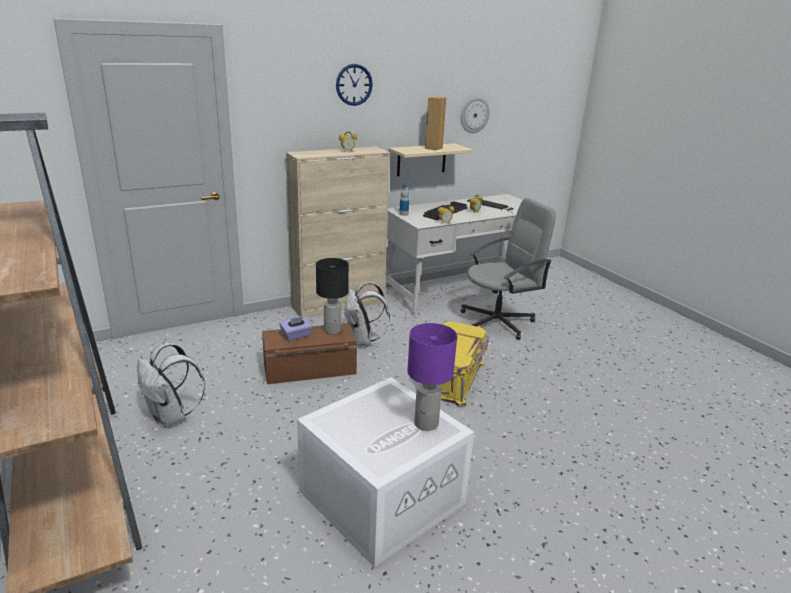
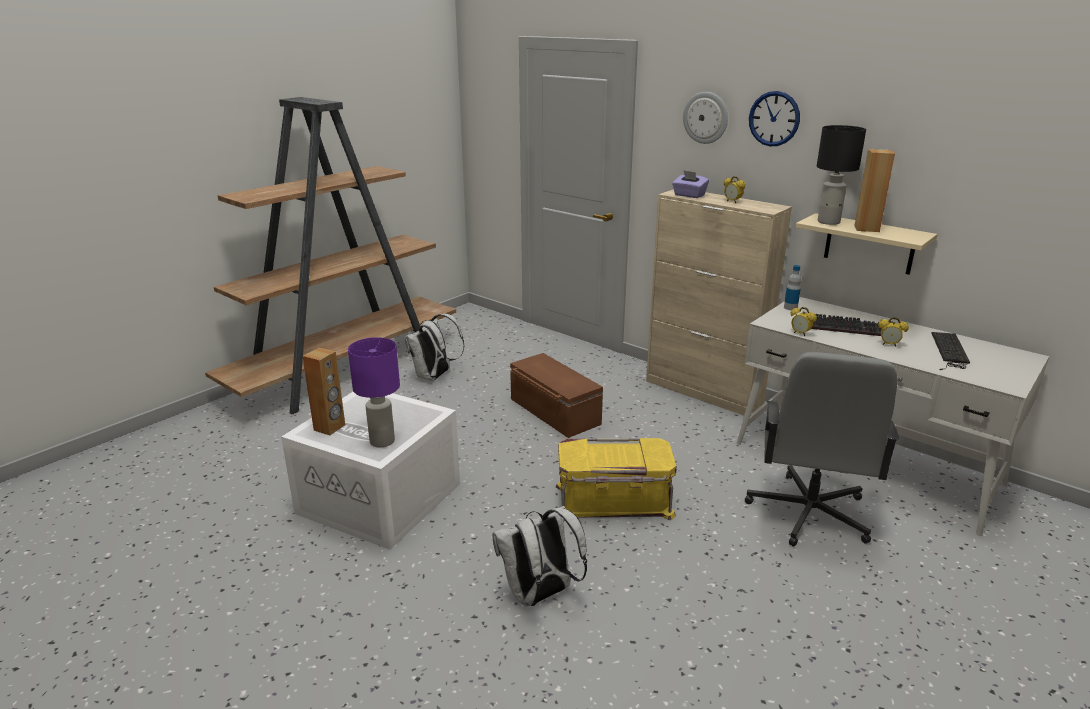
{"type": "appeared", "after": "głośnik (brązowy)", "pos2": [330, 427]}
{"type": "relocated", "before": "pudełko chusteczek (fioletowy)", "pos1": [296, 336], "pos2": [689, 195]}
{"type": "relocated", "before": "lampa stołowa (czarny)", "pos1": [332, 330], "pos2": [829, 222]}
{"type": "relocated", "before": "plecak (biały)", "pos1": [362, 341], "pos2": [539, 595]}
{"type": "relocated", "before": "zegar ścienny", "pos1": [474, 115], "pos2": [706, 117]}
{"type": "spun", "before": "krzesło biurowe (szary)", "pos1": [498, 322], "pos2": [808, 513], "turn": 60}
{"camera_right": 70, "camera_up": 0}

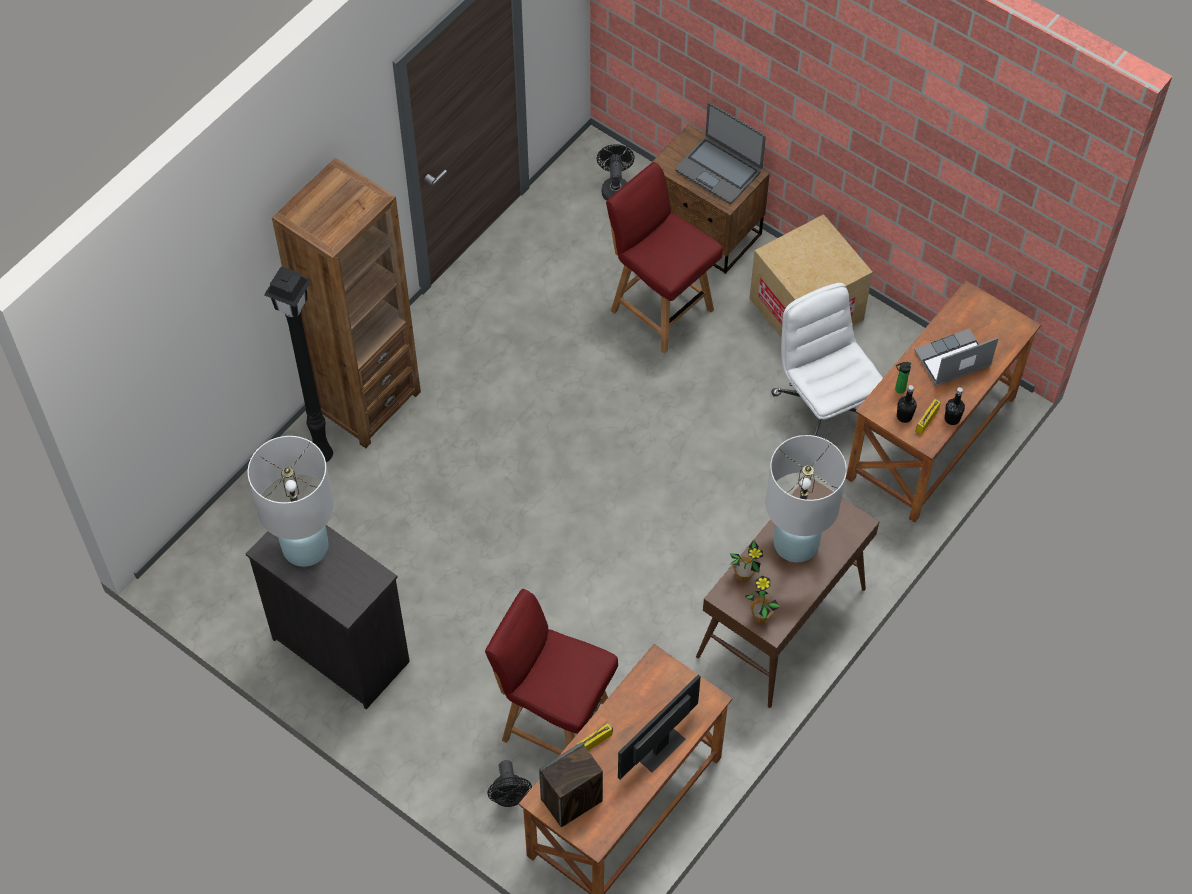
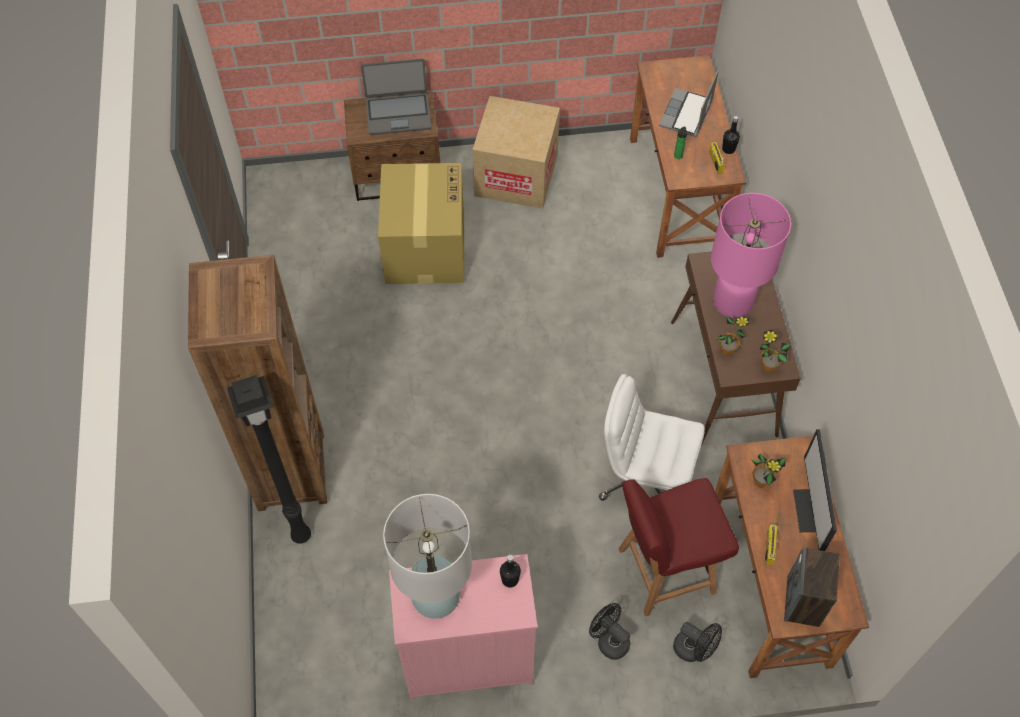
{"type": "appeared", "after": "roślina doniczkowa", "pos2": [760, 481]}
{"type": "relocated", "before": "wentylator (czarny)", "pos1": [615, 188], "pos2": [609, 640]}
{"type": "relocated", "before": "krzesło biurowe (biały)", "pos1": [823, 407], "pos2": [644, 477]}
{"type": "relocated", "before": "butelka (czarny)", "pos1": [904, 416], "pos2": [510, 579]}
{"type": "exchanged", "before": "krzesło (czerwony)", "after": "karton", "pos1": [660, 308], "pos2": [425, 246]}
{"type": "colour", "before": "komoda (czarny)", "after": "komoda (różowy)", "pos1": [340, 649], "pos2": [466, 659]}
{"type": "colour", "before": "lampa stołowa (biały)", "after": "lampa stołowa (różowy)", "pos1": [795, 544], "pos2": [732, 302]}
{"camera_right": -45, "camera_up": 0}

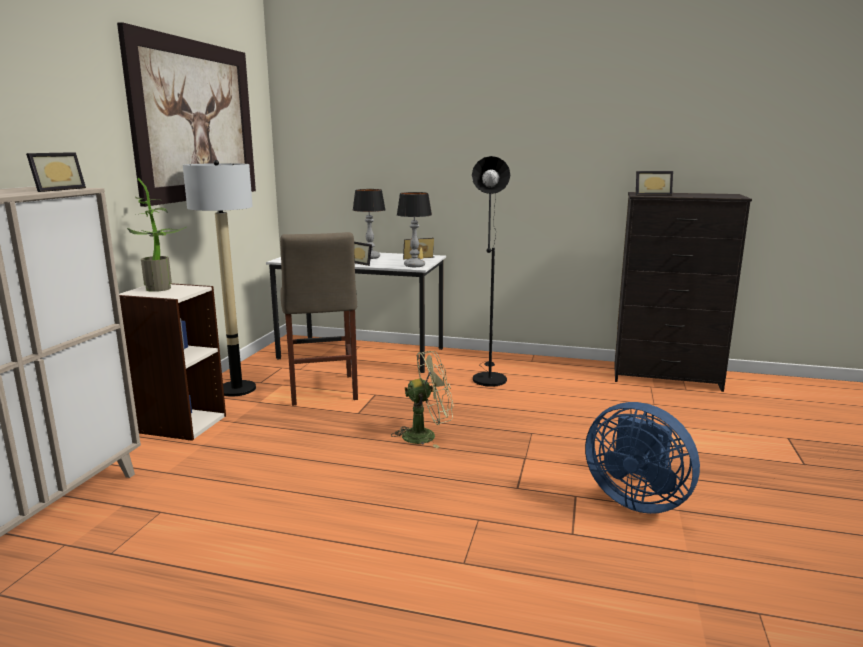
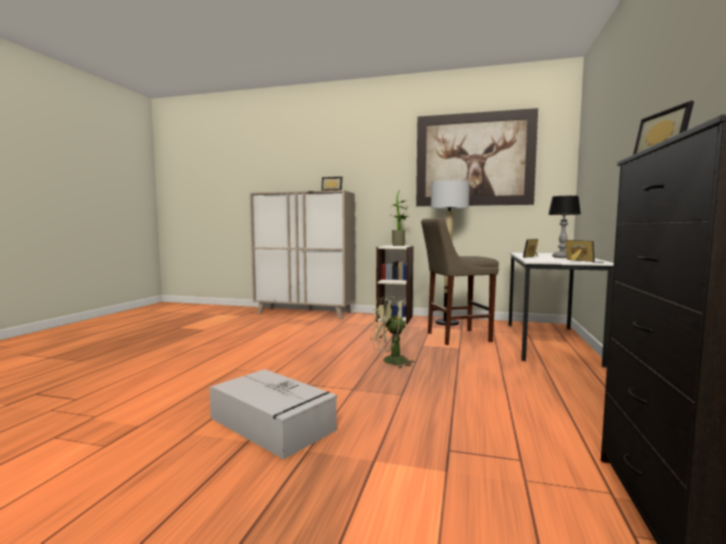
{"type": "missing", "before": "lampa stołowa", "pos1": [415, 265]}
{"type": "missing", "before": "lampa stojąca (czarny)", "pos1": [488, 377]}
{"type": "exchanged", "before": "wentylator (niebieski)", "after": "pojemnik do przechowywania (szary)", "pos1": [636, 499], "pos2": [273, 424]}
{"type": "spun", "before": "wentylator (zielony)", "pos1": [426, 435], "pos2": [390, 362], "turn": 90}
{"camera_right": 90, "camera_up": -10}

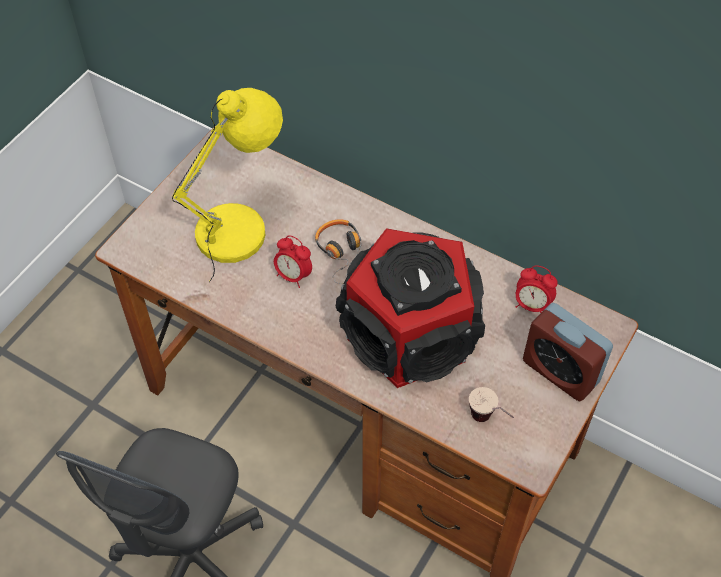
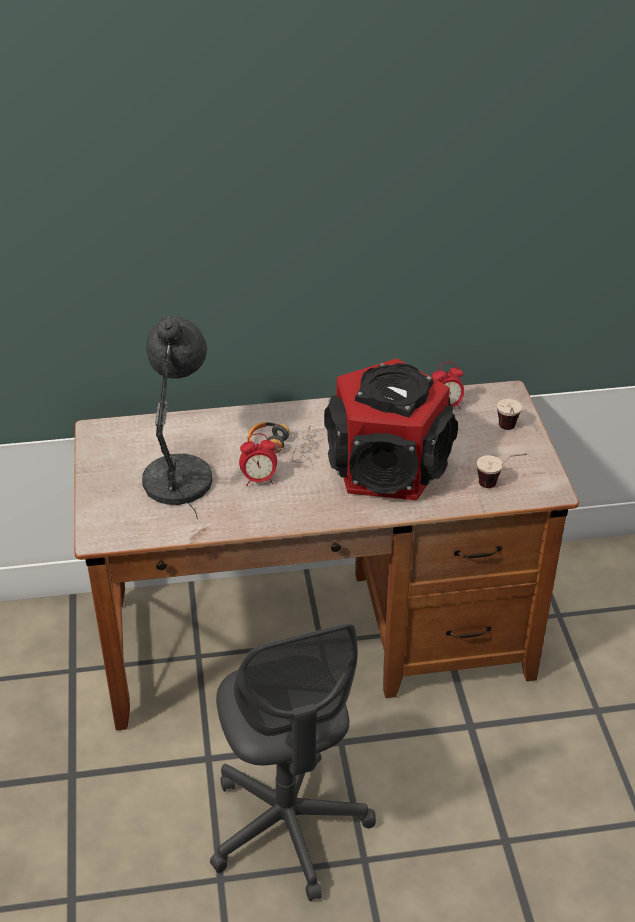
{"type": "exchanged", "before": "budzik", "after": "filiżanka", "pos1": [560, 371], "pos2": [507, 431]}
{"type": "colour", "before": "lampa stołowa (żółty)", "after": "lampa stołowa (szary)", "pos1": [239, 230], "pos2": [180, 475]}
{"camera_right": -40, "camera_up": -15}

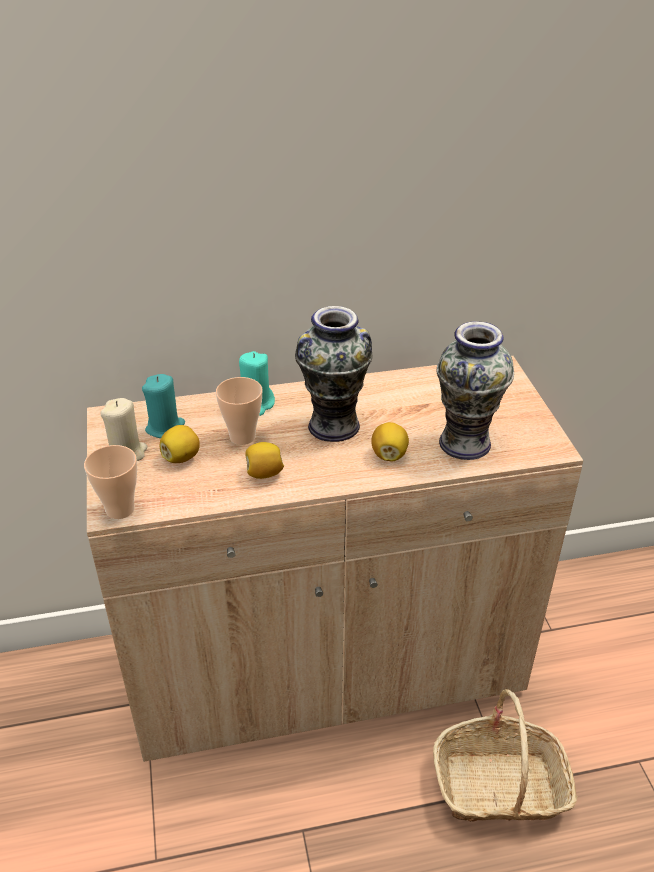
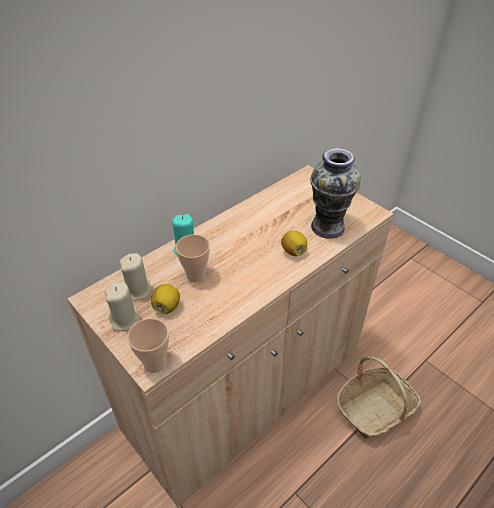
{"type": "missing", "before": "cytryna", "pos1": [264, 473]}
{"type": "missing", "before": "wazon", "pos1": [334, 426]}
{"type": "colour", "before": "świeca (turkusowy)", "after": "świeca (beżowy)", "pos1": [165, 428], "pos2": [138, 290]}
{"camera_right": -30, "camera_up": 5}

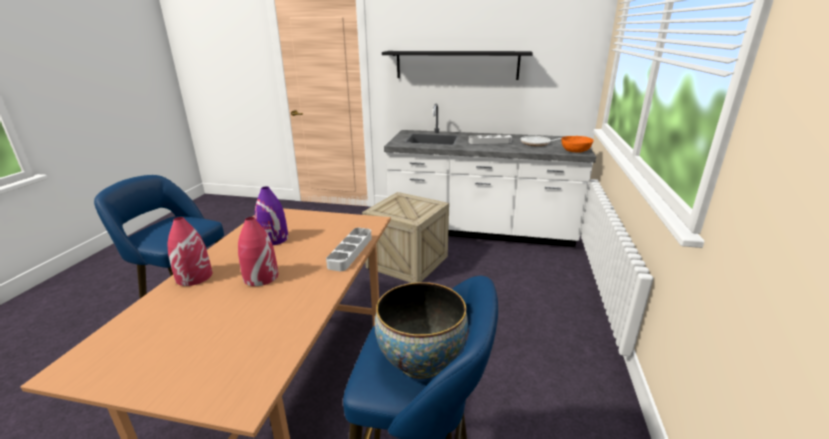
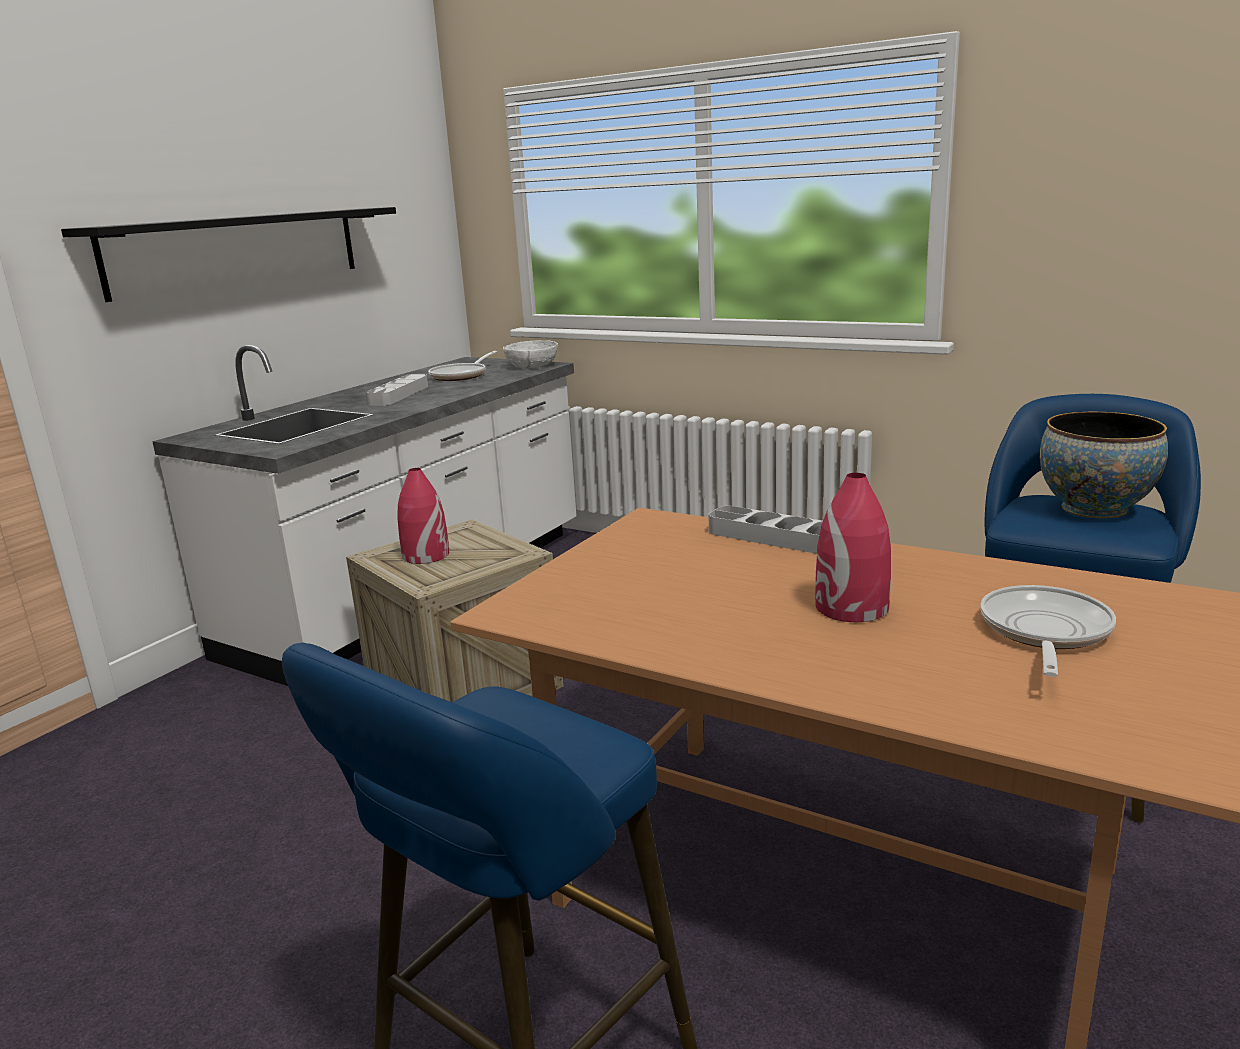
{"type": "missing", "before": "wazon (fioletowy)", "pos1": [274, 239]}
{"type": "appeared", "after": "patelnia", "pos2": [1044, 633]}
{"type": "relocated", "before": "wazon (czerwony)", "pos1": [194, 276], "pos2": [425, 555]}
{"type": "colour", "before": "miska (pomarańczowy)", "after": "miska (biały)", "pos1": [575, 150], "pos2": [531, 366]}
{"camera_right": -70, "camera_up": -5}

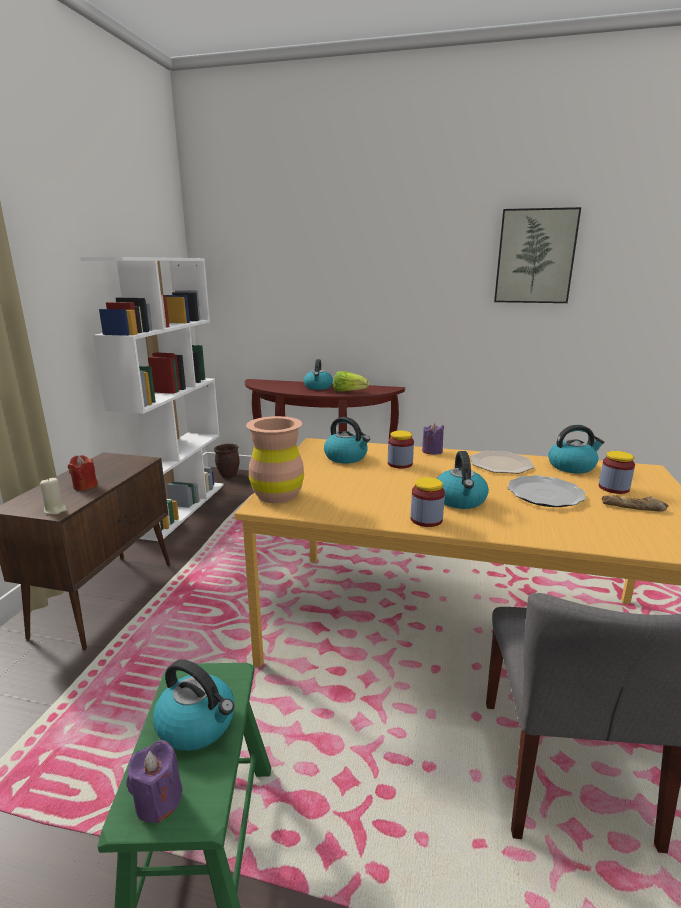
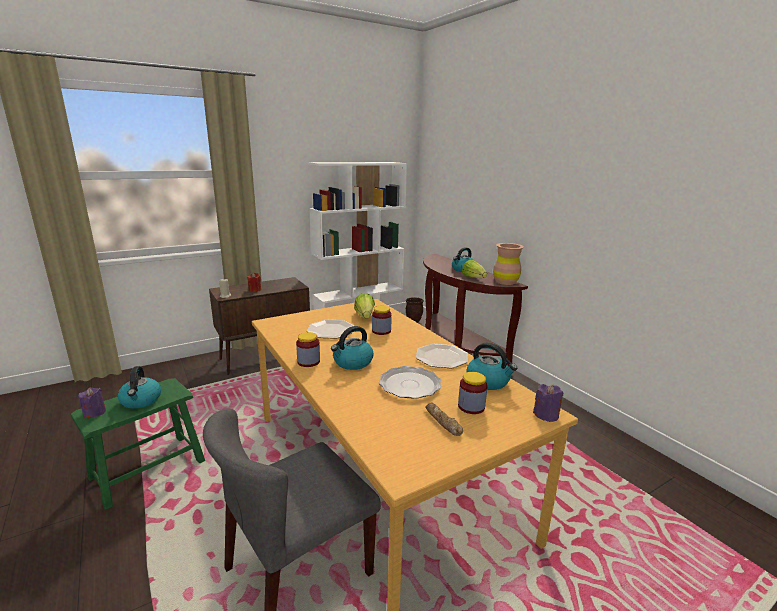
{"type": "missing", "before": "obraz", "pos1": [535, 256]}
{"type": "appeared", "after": "talerz", "pos2": [330, 330]}
{"type": "relocated", "before": "wazon (brązowy)", "pos1": [277, 495], "pos2": [505, 282]}
{"type": "relocated", "before": "świeca (fioletowy)", "pos1": [432, 451], "pos2": [546, 415]}
{"type": "exchanged", "before": "czajnik", "after": "sałata", "pos1": [346, 457], "pos2": [365, 316]}
{"camera_right": 45, "camera_up": 0}

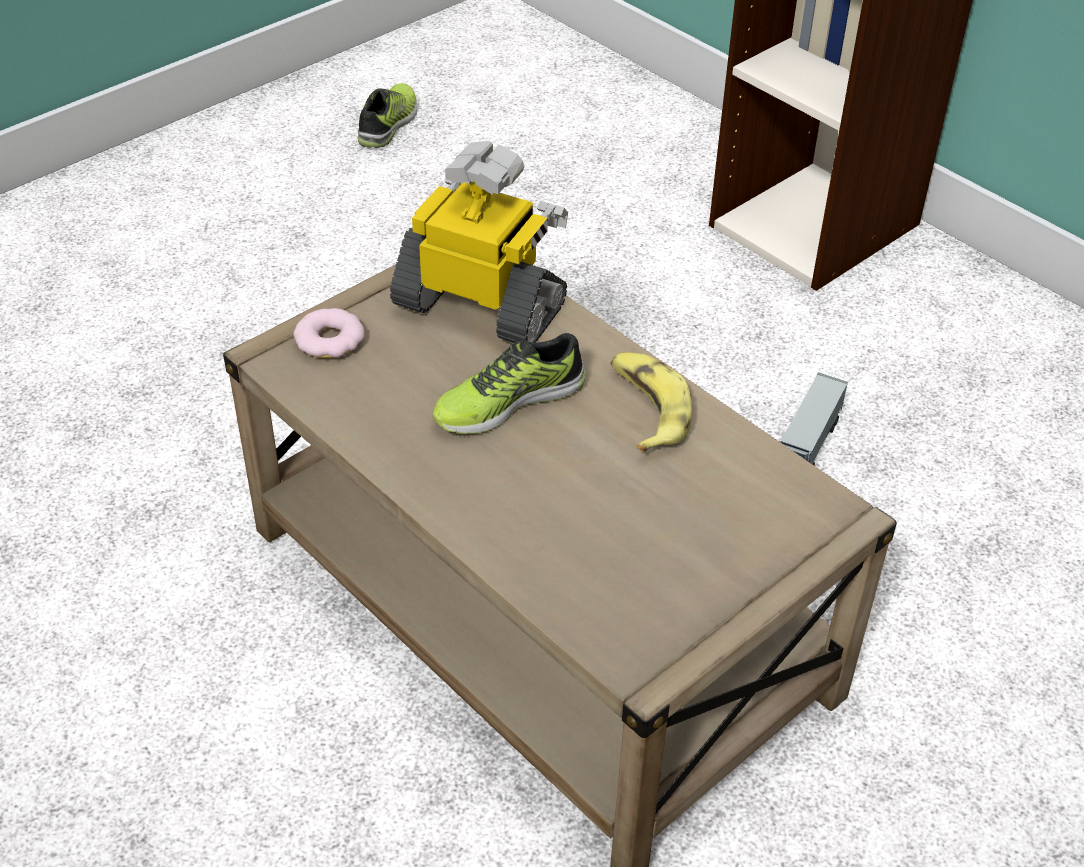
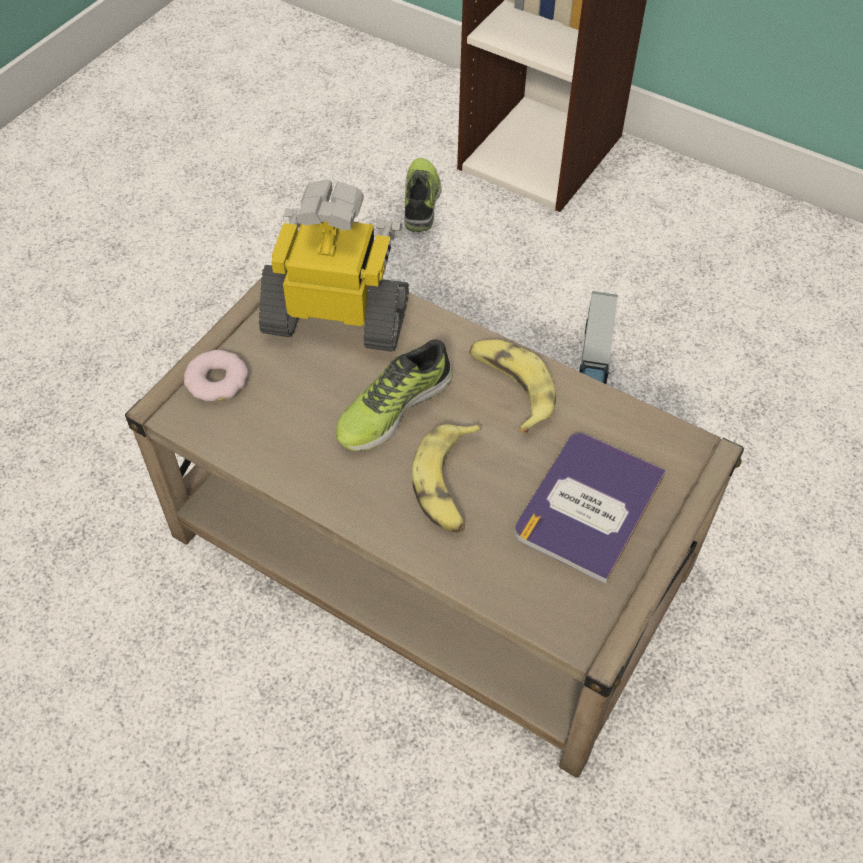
{"type": "appeared", "after": "banan", "pos2": [448, 485]}
{"type": "appeared", "after": "książka", "pos2": [589, 505]}
{"type": "relocated", "before": "but", "pos1": [389, 124], "pos2": [421, 201]}
{"camera_right": -15, "camera_up": 10}

